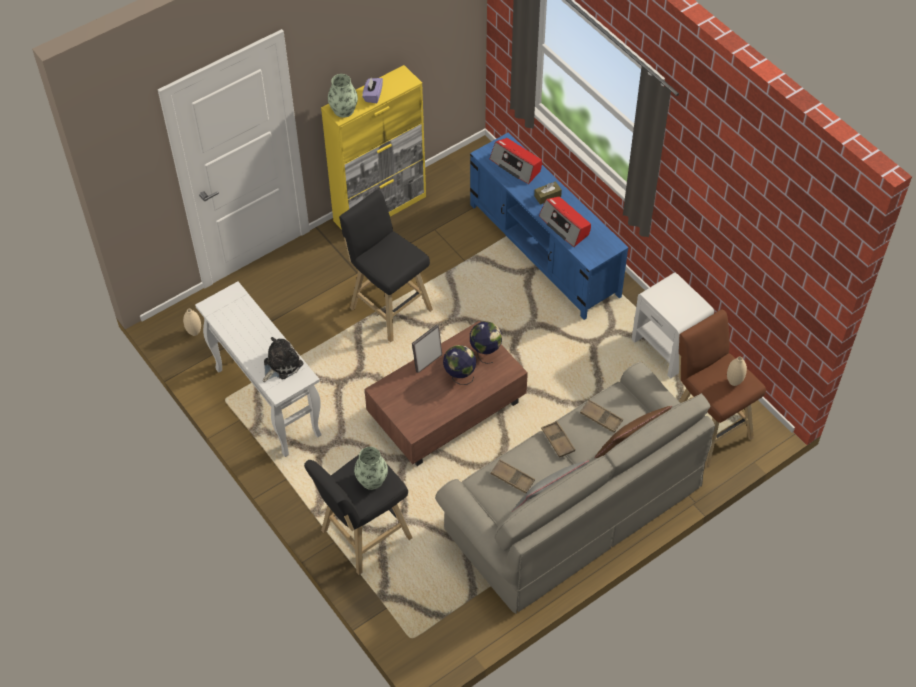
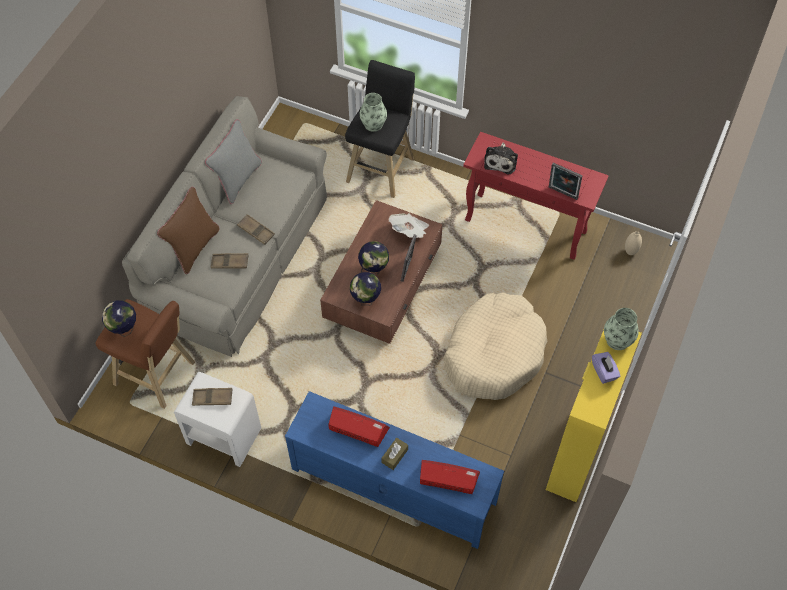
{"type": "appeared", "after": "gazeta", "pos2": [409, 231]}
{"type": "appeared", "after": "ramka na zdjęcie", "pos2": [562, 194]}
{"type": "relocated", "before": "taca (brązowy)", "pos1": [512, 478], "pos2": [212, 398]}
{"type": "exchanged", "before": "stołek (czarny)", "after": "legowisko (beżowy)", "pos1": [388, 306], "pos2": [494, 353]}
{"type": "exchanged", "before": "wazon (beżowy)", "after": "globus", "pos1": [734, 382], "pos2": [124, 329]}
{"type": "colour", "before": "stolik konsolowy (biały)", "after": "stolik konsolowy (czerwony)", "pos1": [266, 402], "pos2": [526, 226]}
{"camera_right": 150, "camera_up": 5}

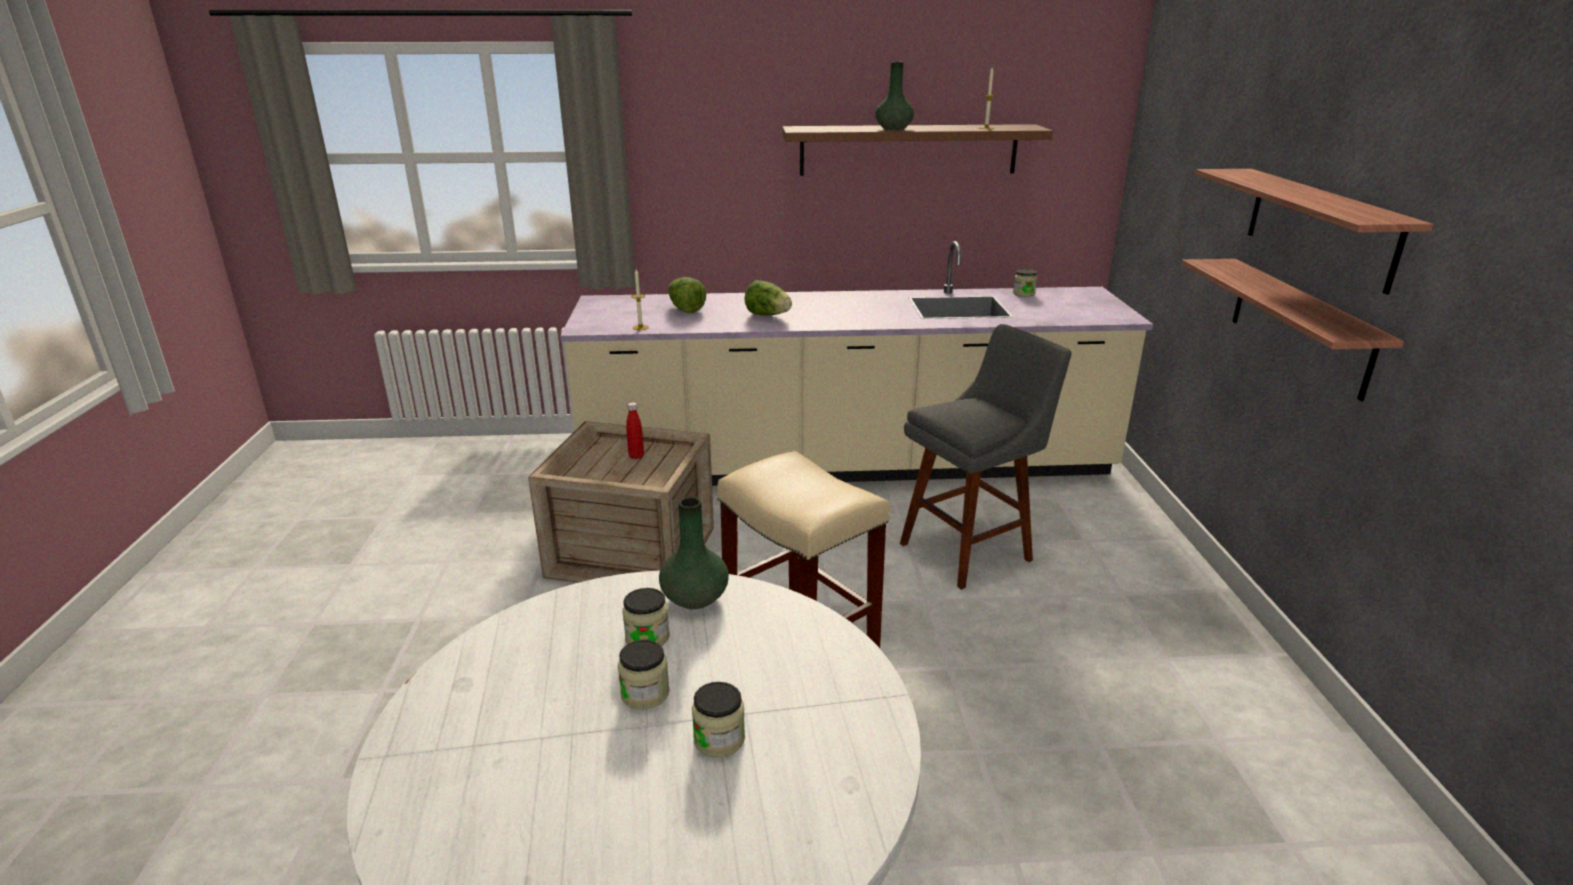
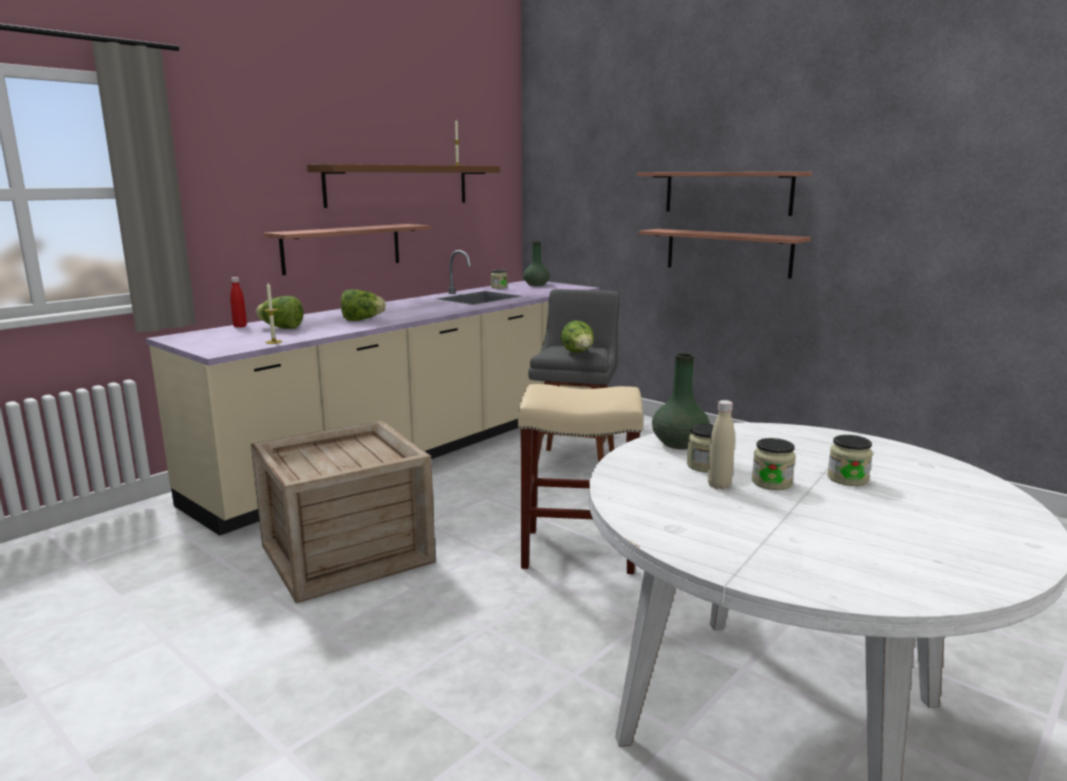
{"type": "appeared", "after": "półka", "pos2": [342, 248]}
{"type": "appeared", "after": "sałata", "pos2": [578, 353]}
{"type": "appeared", "after": "butelka (beżowy)", "pos2": [719, 485]}
{"type": "relocated", "before": "butelka (czerwony)", "pos1": [636, 456], "pos2": [240, 326]}
{"type": "relocated", "before": "wazon (zielony)", "pos1": [894, 129], "pos2": [536, 285]}
{"camera_right": -45, "camera_up": -10}

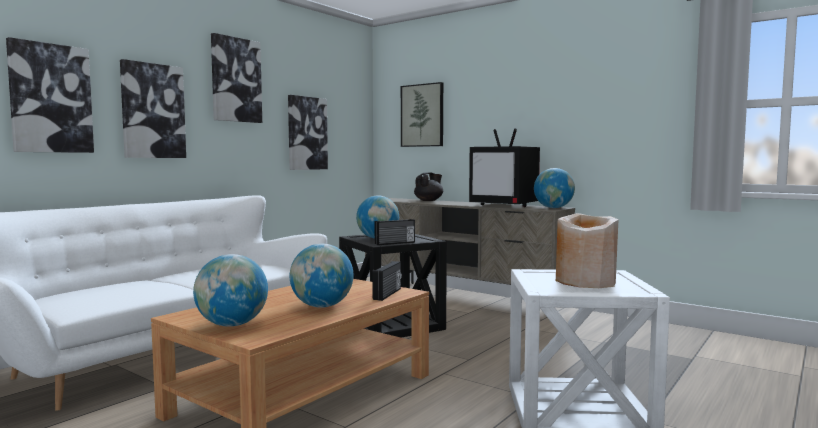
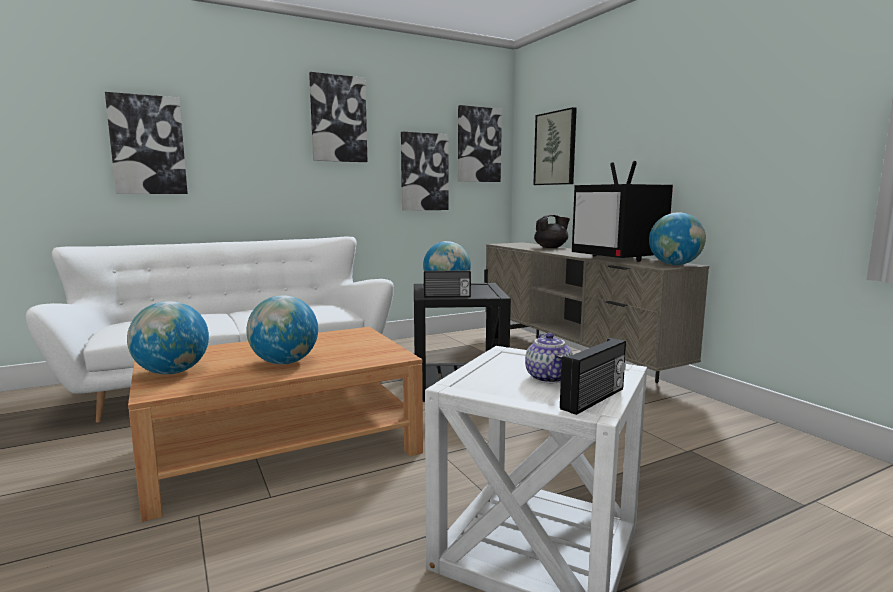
{"type": "relocated", "before": "obraz", "pos1": [153, 111], "pos2": [478, 145]}
{"type": "relocated", "before": "radio", "pos1": [388, 294], "pos2": [594, 399]}
{"type": "exchanged", "before": "wazon (beżowy)", "after": "imbryk", "pos1": [585, 281], "pos2": [549, 378]}
{"camera_right": 25, "camera_up": 5}

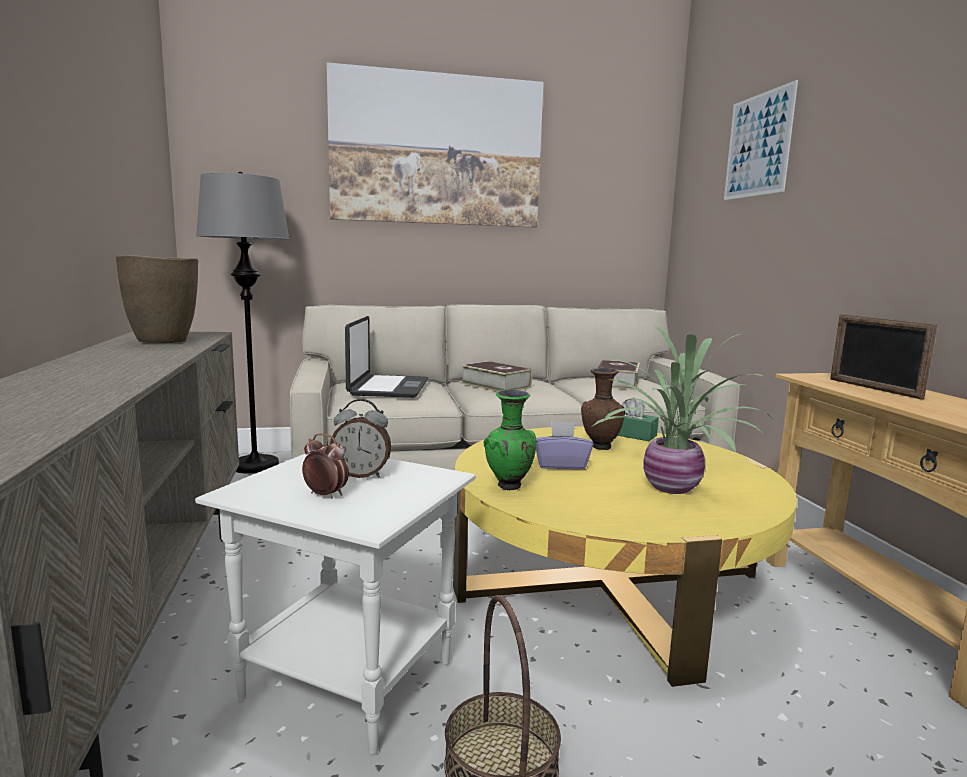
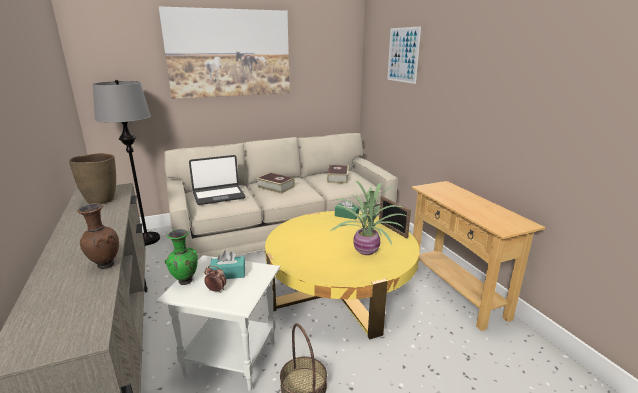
{"type": "missing", "before": "pudełko chusteczek (fioletowy)", "pos1": [561, 465]}
{"type": "relocated", "before": "wazon (zielony)", "pos1": [509, 487], "pos2": [185, 282]}
{"type": "relocated", "before": "wazon (brązowy)", "pos1": [599, 447], "pos2": [104, 265]}
{"type": "relocated", "before": "ramka na zdjęcie", "pos1": [873, 388], "pos2": [392, 230]}
{"type": "exchanged", "before": "budzik", "after": "pudełko chusteczek (turkusowy)", "pos1": [361, 475], "pos2": [228, 274]}
{"type": "spun", "before": "laptop", "pos1": [388, 388], "pos2": [219, 195], "turn": 75}
{"camera_right": -10, "camera_up": 10}

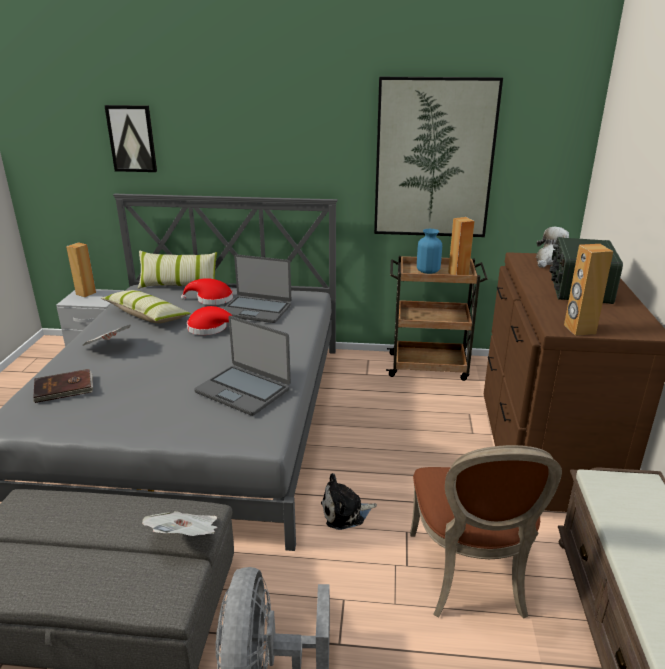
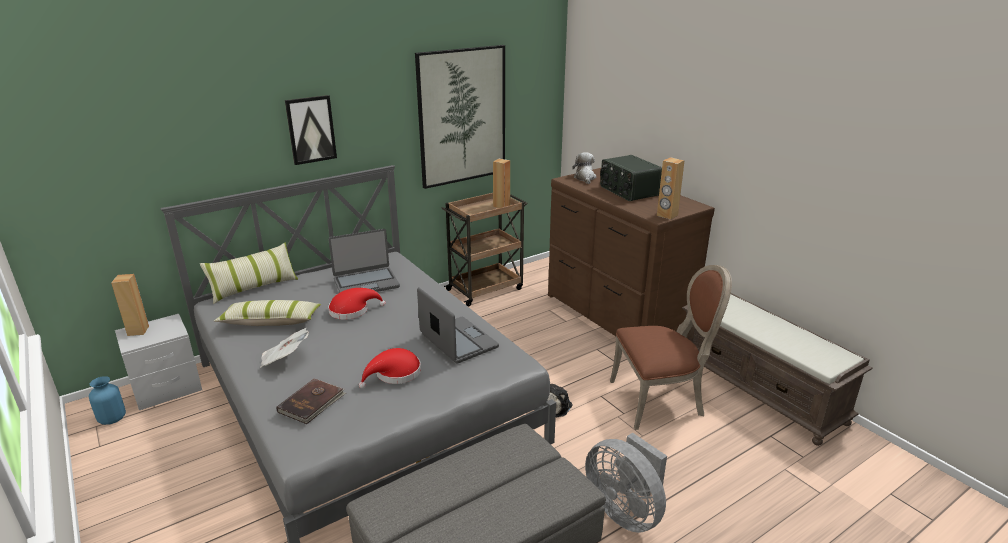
{"type": "missing", "before": "gazeta", "pos1": [186, 537]}
{"type": "relocated", "before": "obraz", "pos1": [132, 138], "pos2": [311, 129]}
{"type": "relocated", "before": "kapelusz (czerwony)", "pos1": [211, 299], "pos2": [395, 374]}
{"type": "relocated", "before": "wazon (niebieski)", "pos1": [428, 271], "pos2": [112, 418]}
{"type": "spun", "before": "laptop", "pos1": [243, 390], "pos2": [458, 341], "turn": -120}
{"type": "spun", "before": "krzesło (brązowy)", "pos1": [471, 576], "pos2": [660, 400], "turn": -60}
{"camera_right": -40, "camera_up": 0}

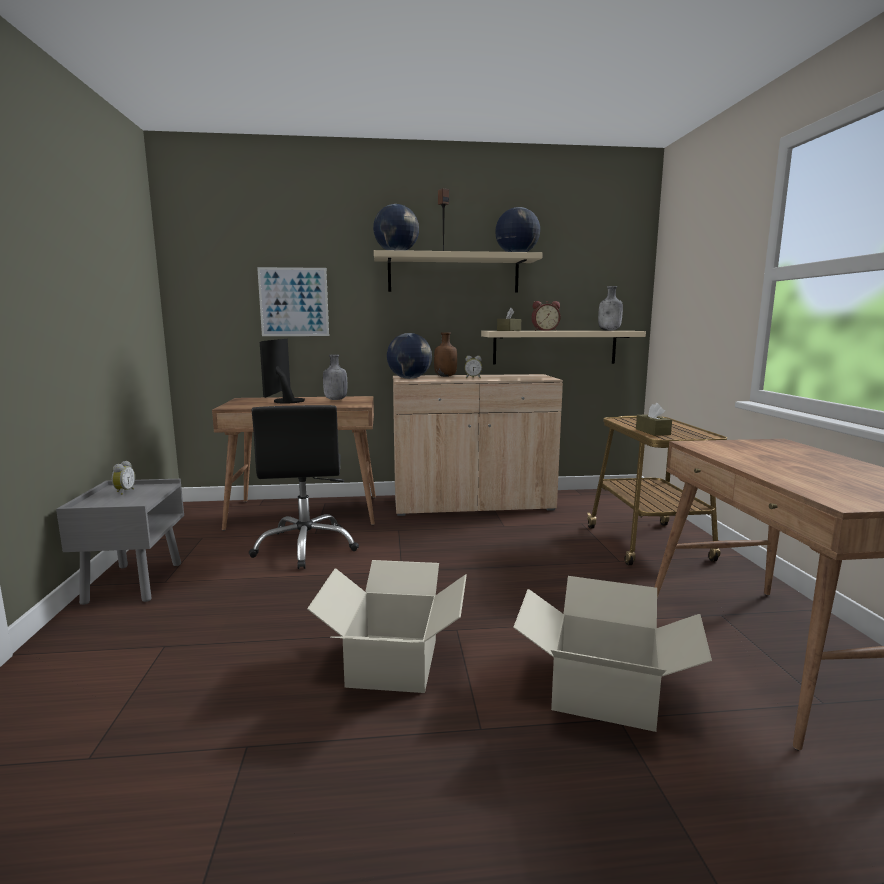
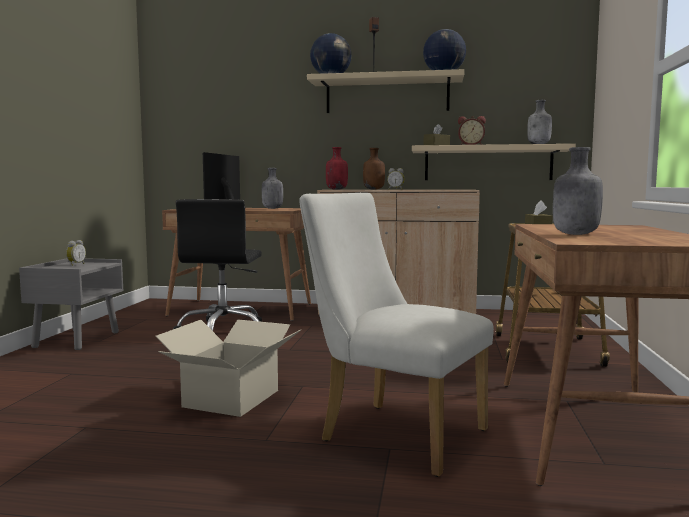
{"type": "missing", "before": "obraz", "pos1": [294, 302]}
{"type": "appeared", "after": "butelka (szary)", "pos2": [574, 234]}
{"type": "exchanged", "before": "globus", "after": "butelka (czerwony)", "pos1": [409, 378], "pos2": [336, 189]}
{"type": "exchanged", "before": "karton", "after": "krzesło (biały)", "pos1": [603, 692], "pos2": [393, 433]}
{"camera_right": 15, "camera_up": -5}

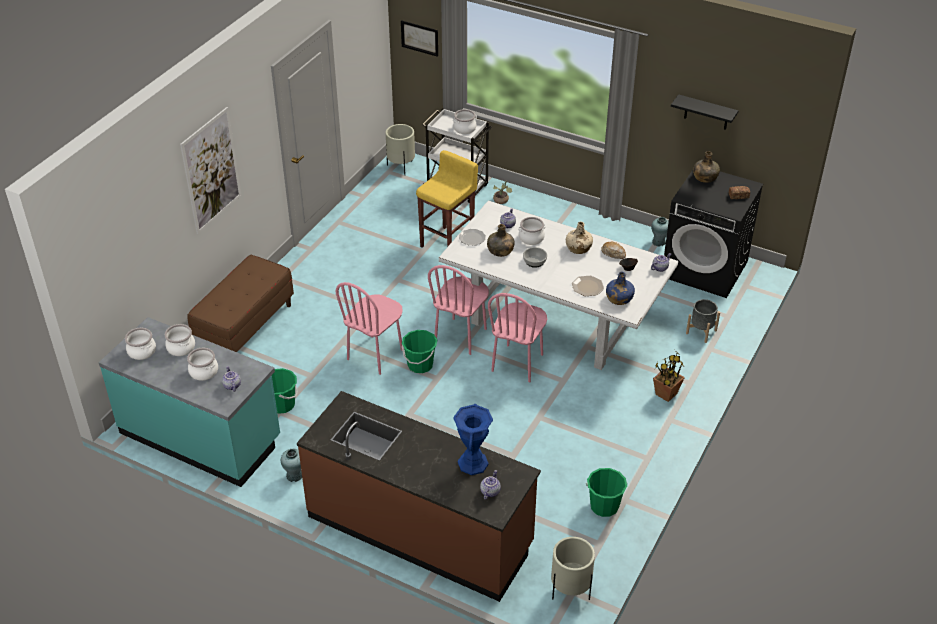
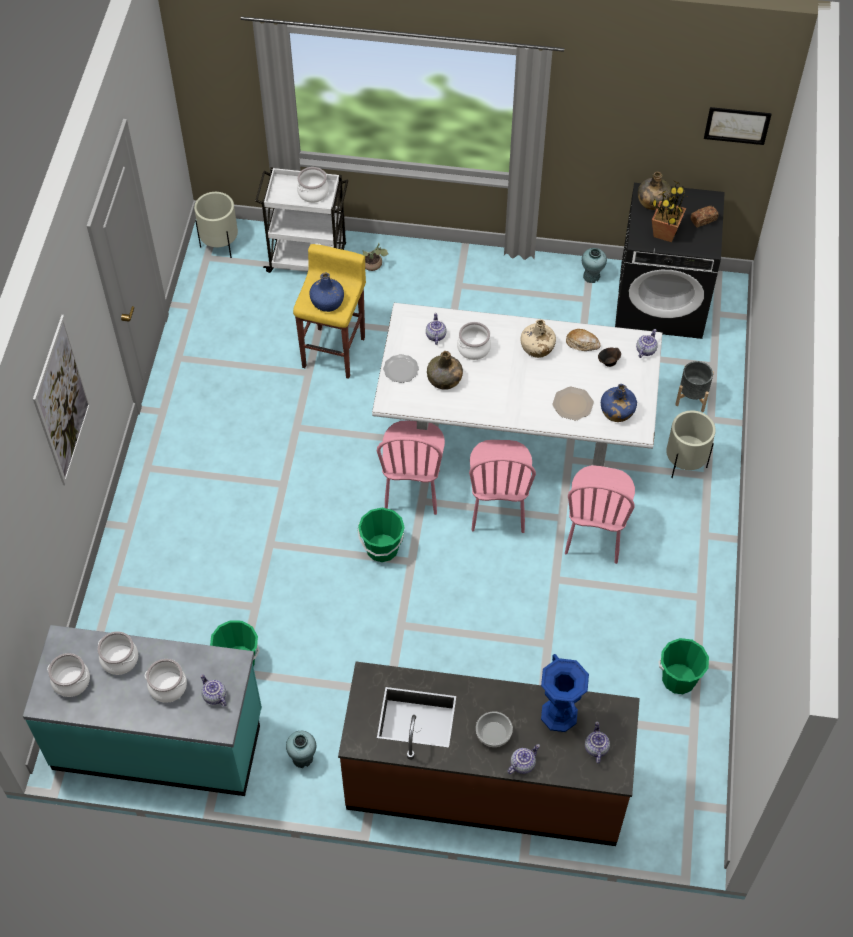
{"type": "missing", "before": "ławka (brązowy)", "pos1": [245, 327]}
{"type": "missing", "before": "półka (czarny)", "pos1": [706, 112]}
{"type": "appeared", "after": "butelka (niebieski)", "pos2": [327, 302]}
{"type": "appeared", "after": "imbryk", "pos2": [522, 764]}
{"type": "relocated", "before": "krzesło (różowy)", "pos1": [375, 355], "pos2": [594, 536]}
{"type": "relocated", "before": "obraz", "pos1": [419, 38], "pos2": [737, 125]}
{"type": "relocated", "before": "miska", "pos1": [534, 261], "pos2": [493, 734]}
{"type": "relocated", "before": "donica (beżowy)", "pos1": [570, 590], "pos2": [685, 464]}
{"type": "relocated", "before": "roślina doniczkowa", "pos1": [666, 394], "pos2": [665, 233]}
{"camera_right": -20, "camera_up": 15}

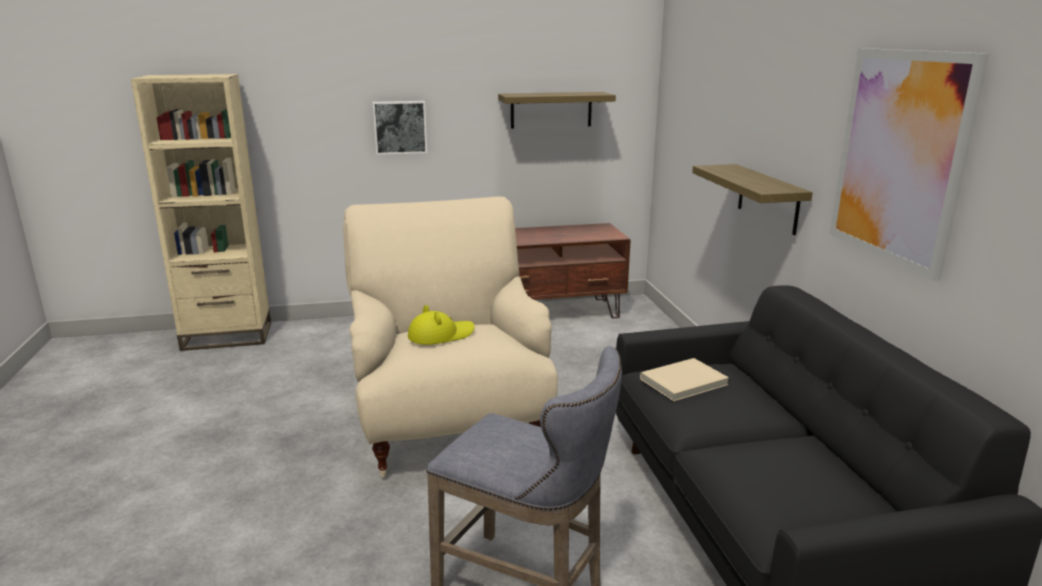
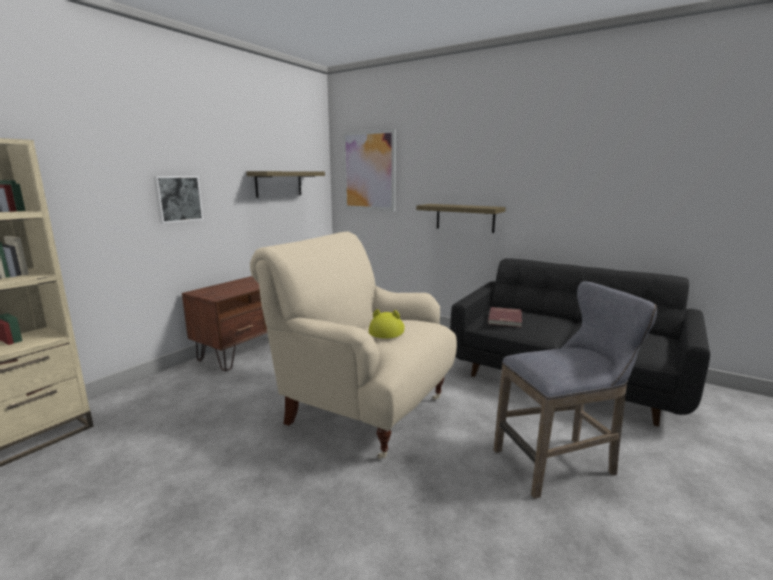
{"type": "relocated", "before": "obraz", "pos1": [899, 157], "pos2": [369, 171]}
{"type": "colour", "before": "książka (beżowy)", "after": "książka (czerwony)", "pos1": [684, 382], "pos2": [506, 319]}
{"camera_right": -45, "camera_up": -5}

